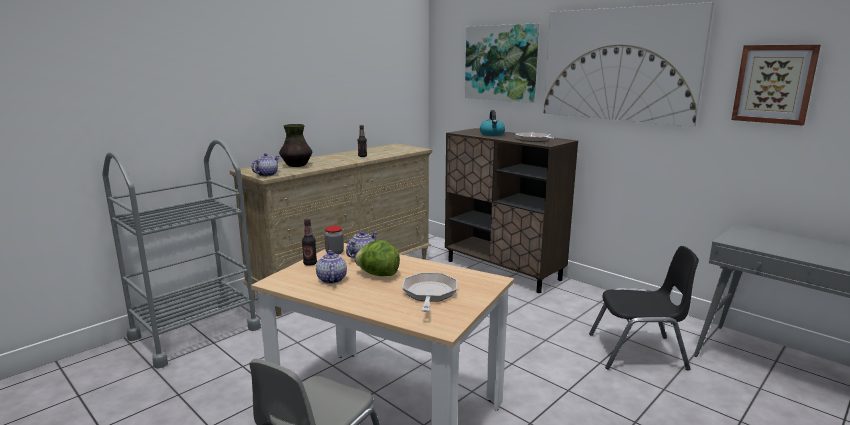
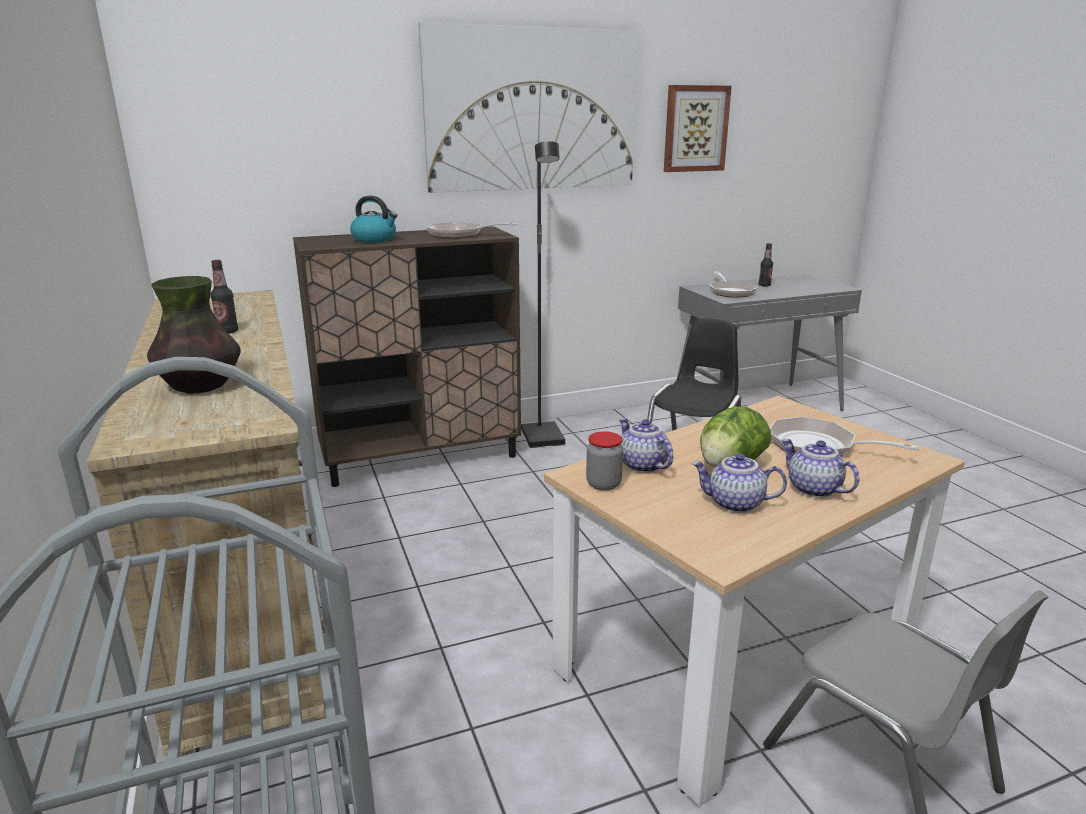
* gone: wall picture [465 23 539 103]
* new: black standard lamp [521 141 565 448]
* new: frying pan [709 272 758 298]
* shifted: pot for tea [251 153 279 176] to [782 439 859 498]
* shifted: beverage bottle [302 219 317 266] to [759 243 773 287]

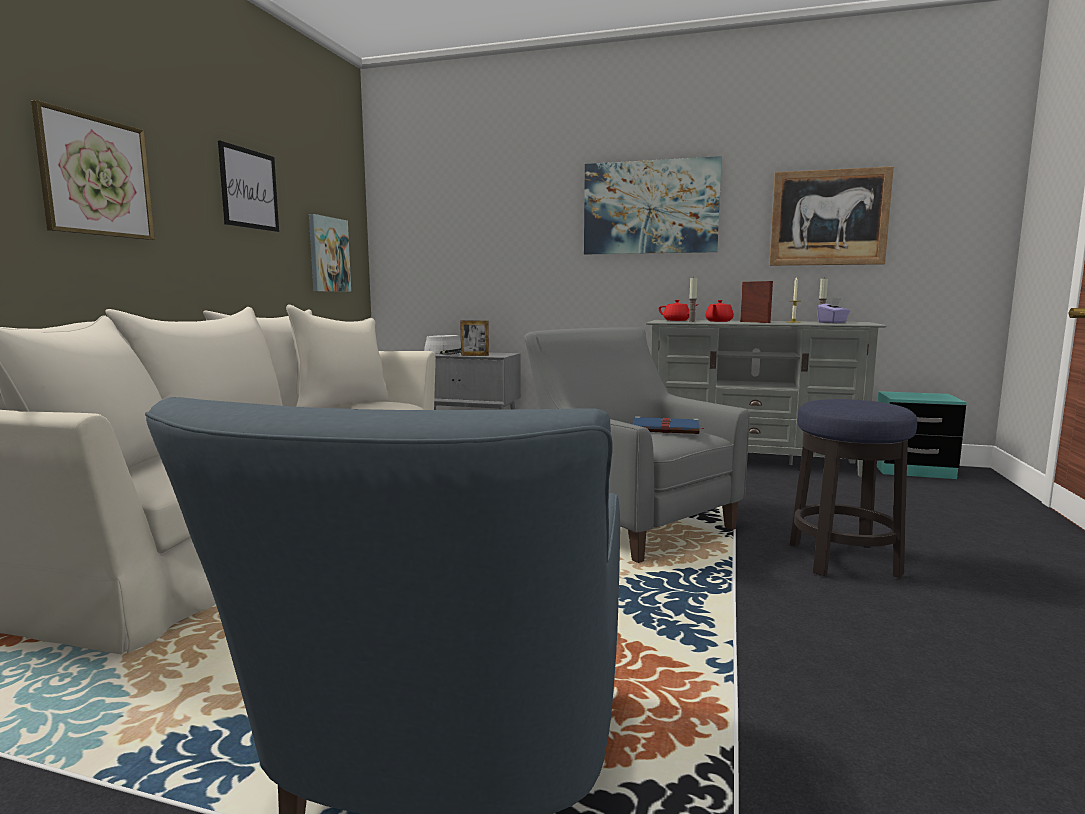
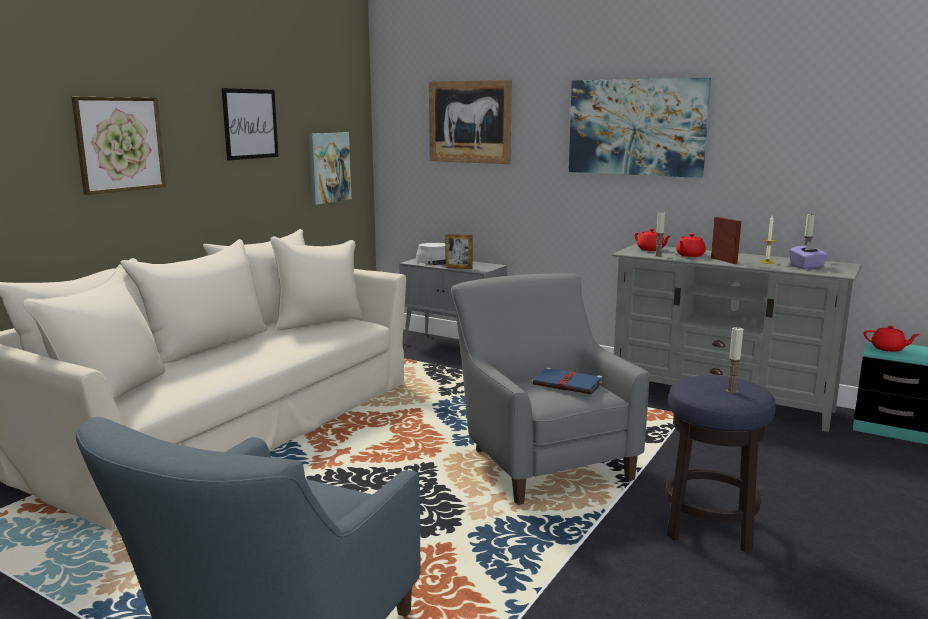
* new: wax light [726 327 743 394]
* new: red pot for tea [864 325 920 352]
* shifted: wall picture [769 166 894 266] to [429 80 512 164]

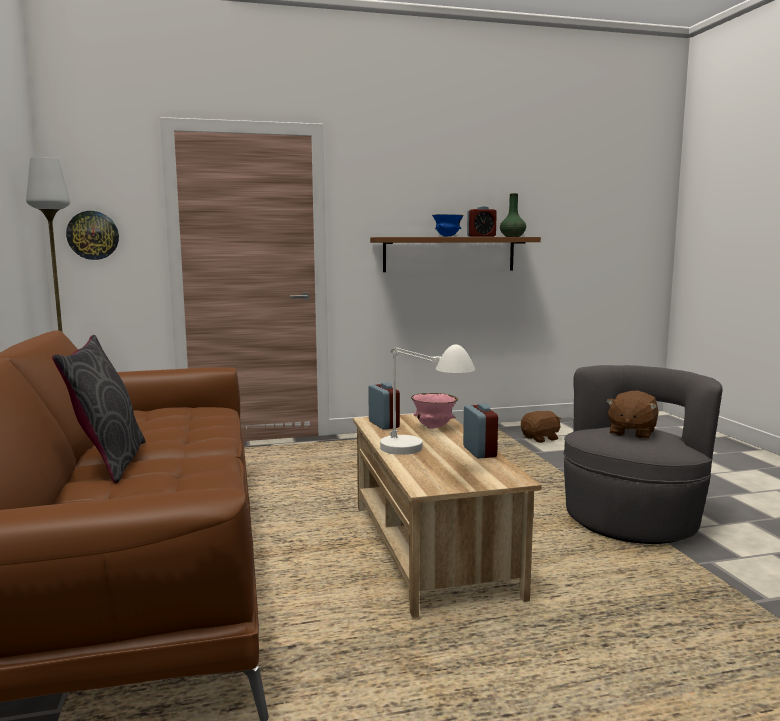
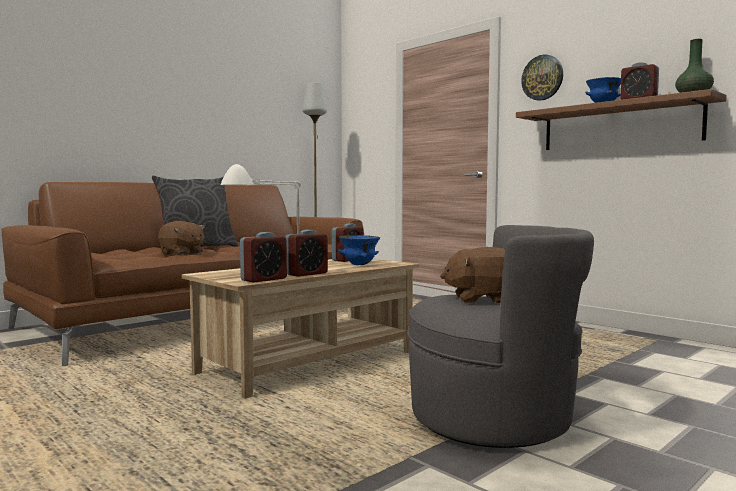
* new: alarm clock [240 232 287 283]
* shifted: clock on the wall [66 211 119 260] to [521 55 563 101]
* shifted: brownish cuddly toy [521 411 561 443] to [158 221 205 255]
* repainted: pink-coloured deep dish [411 393 458 429] to blue-coloured deep dish [338 235 380 265]

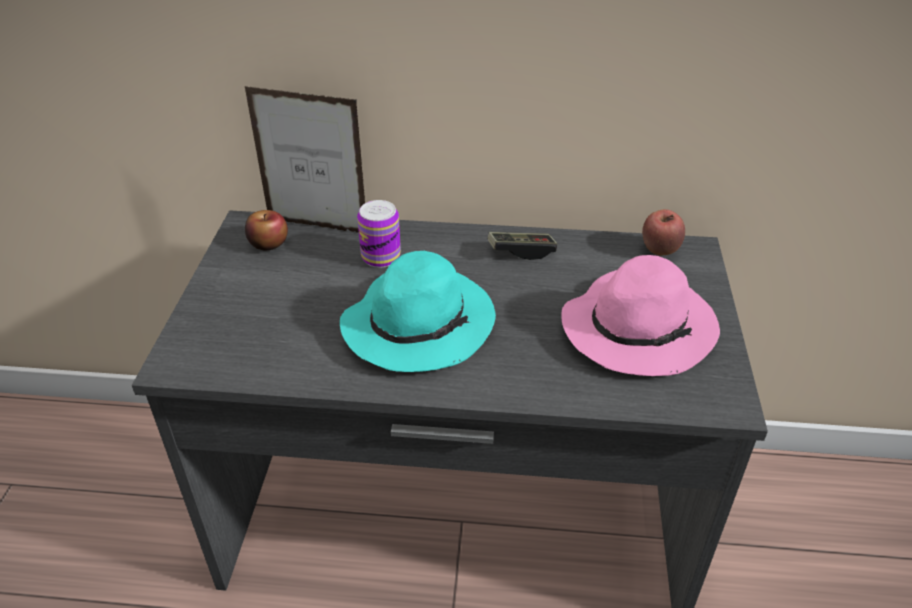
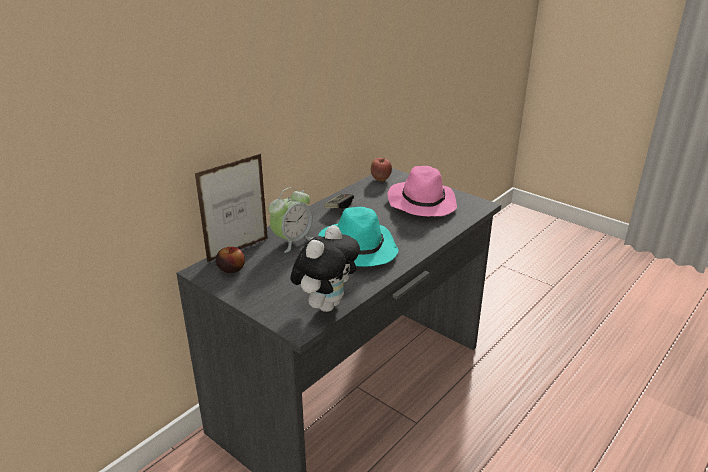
* new: cuddly toy [290 225 360 312]
* swapped: sealed can [357 200 401 268] to alarm clock [269 187 314 253]

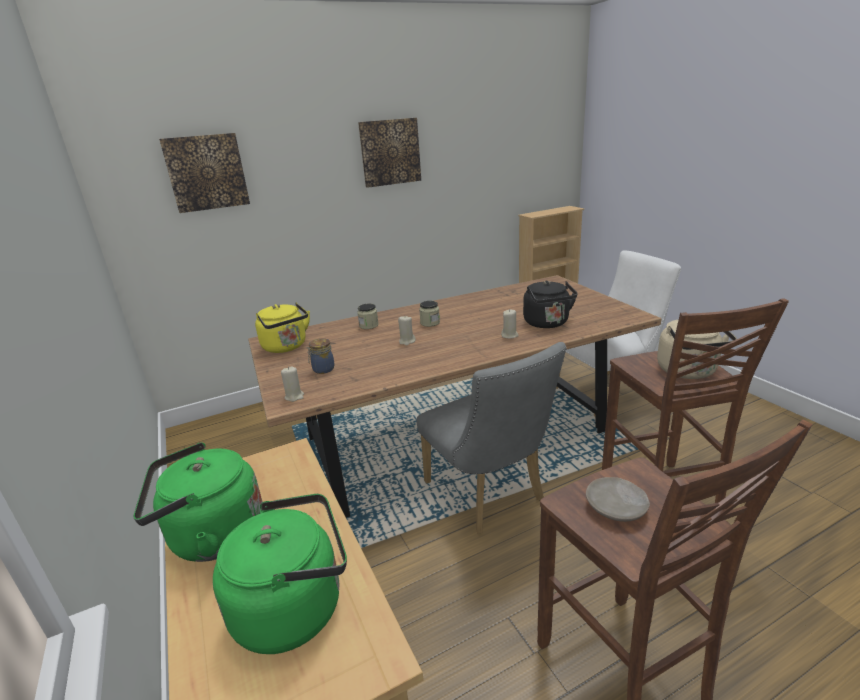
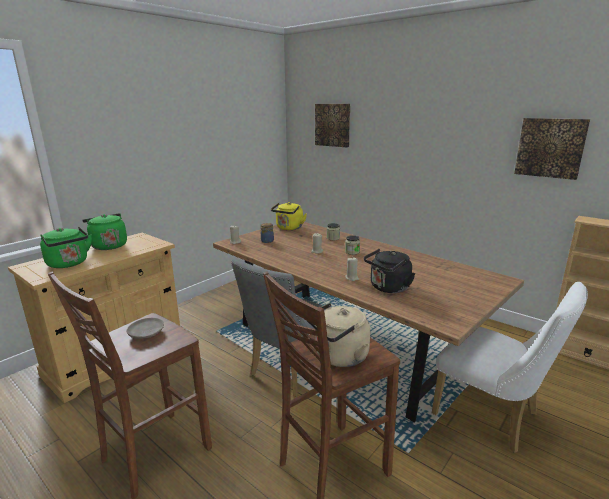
* shifted: wall picture [358 118 421 188] to [514 118 590 180]

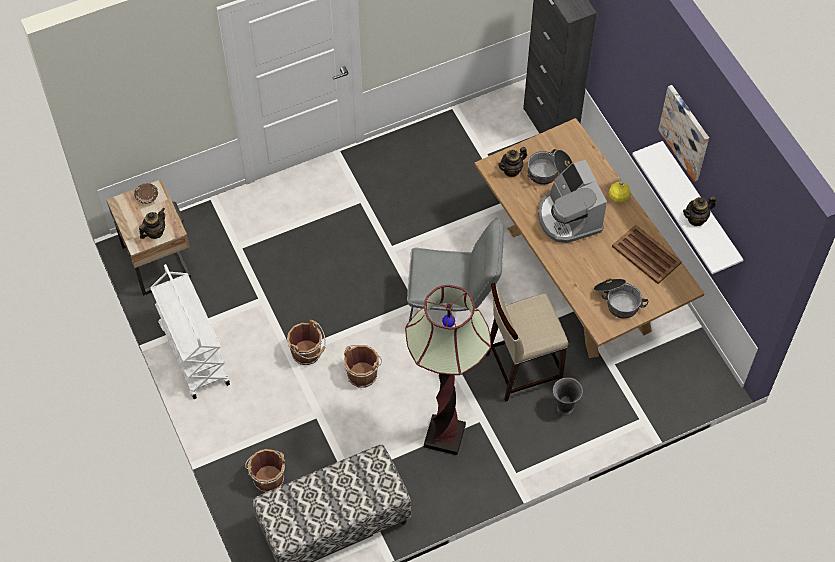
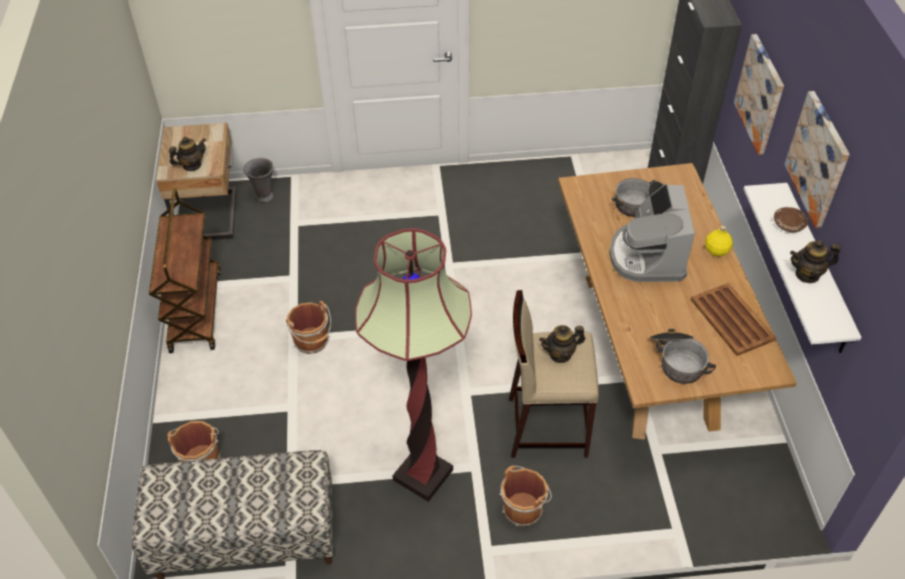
* gone: grey upright chair [407 218 504 321]
* new: wall picture [734 34 784 155]
* shifted: brownish plate [134 183 158 204] to [774 207 808 232]
* shifted: brownish pail [344 345 382 388] to [499 465 552 527]
* shifted: pot for tea [498 147 527 177] to [539 325 585 363]
* shifted: grey decorative vase [553 378 583 416] to [243 158 273 203]
* repainted: white wheeled cart [150 264 230 399] to brownish wheeled cart [149 189 221 353]

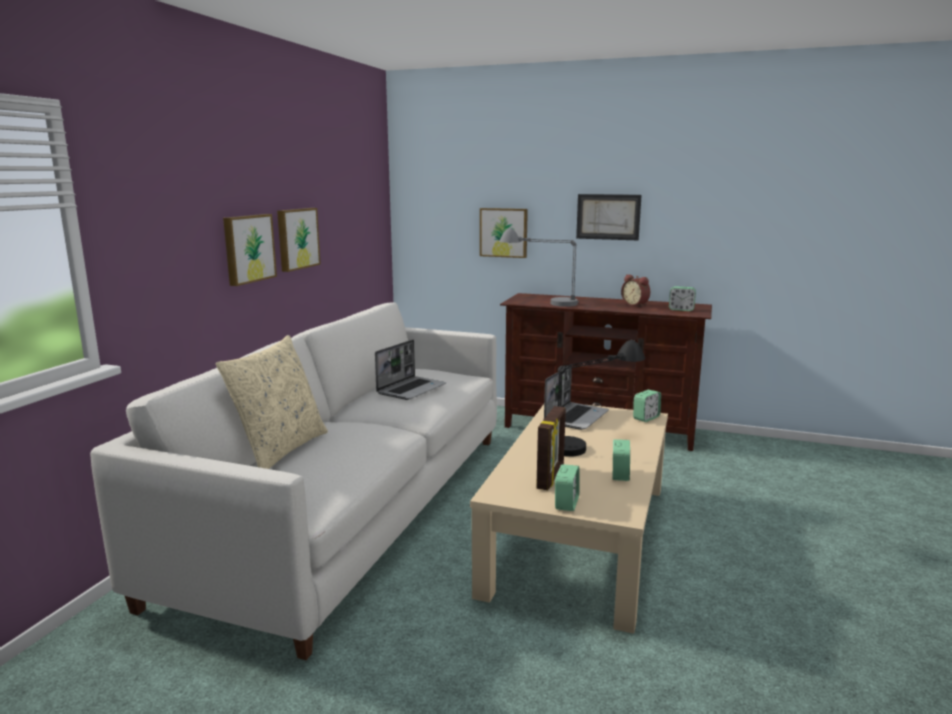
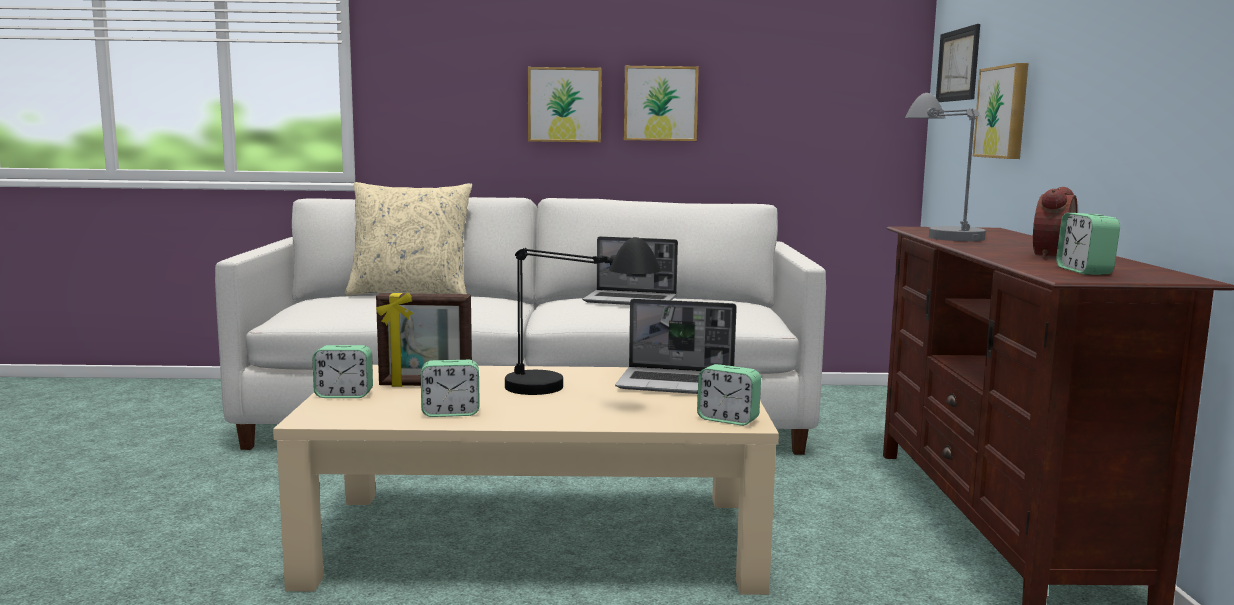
* shifted: wall picture [576 194 642 240] to [936 24 980 102]

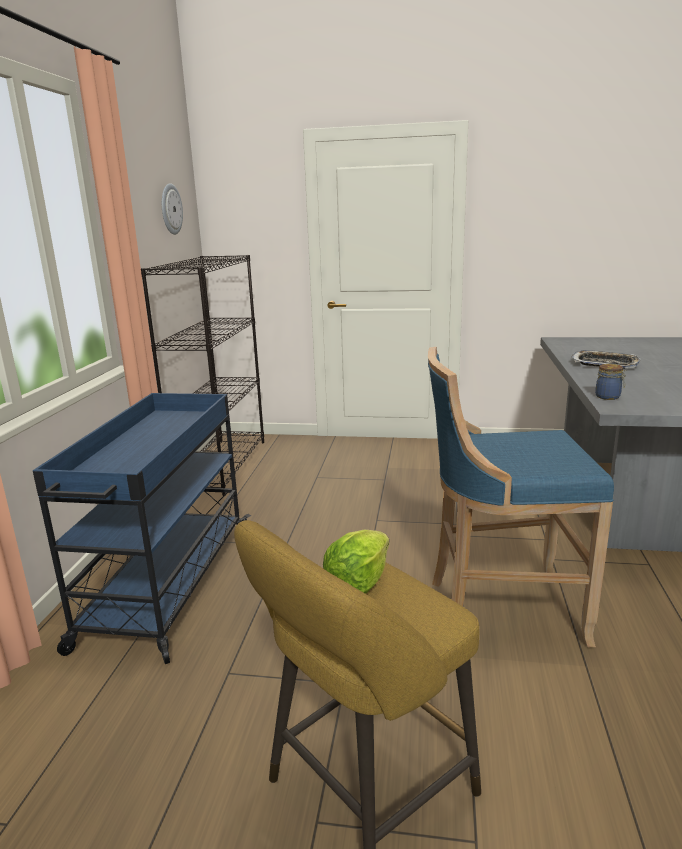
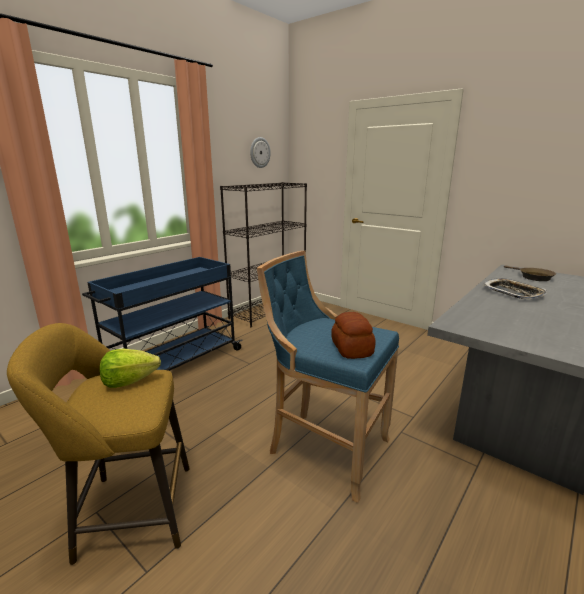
* gone: jar [595 364 626 400]
* new: baked bread [331 312 376 359]
* new: brownish frying pan [504 266 556 281]

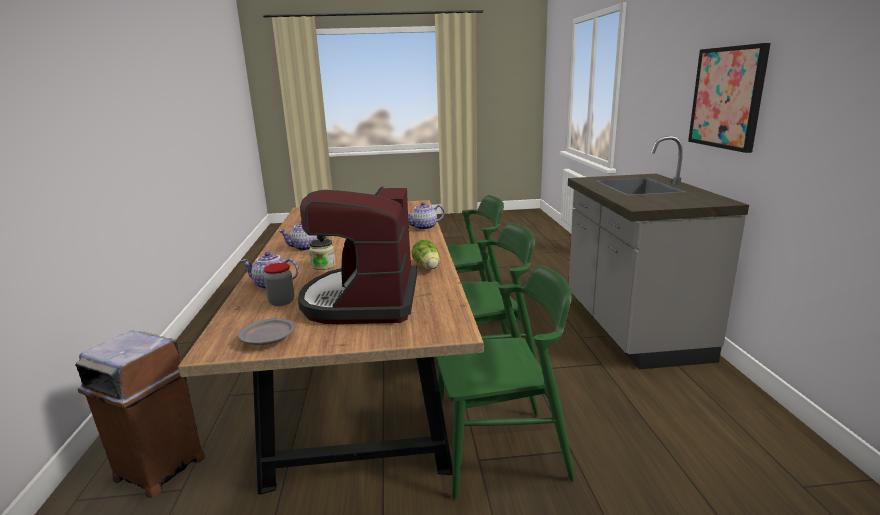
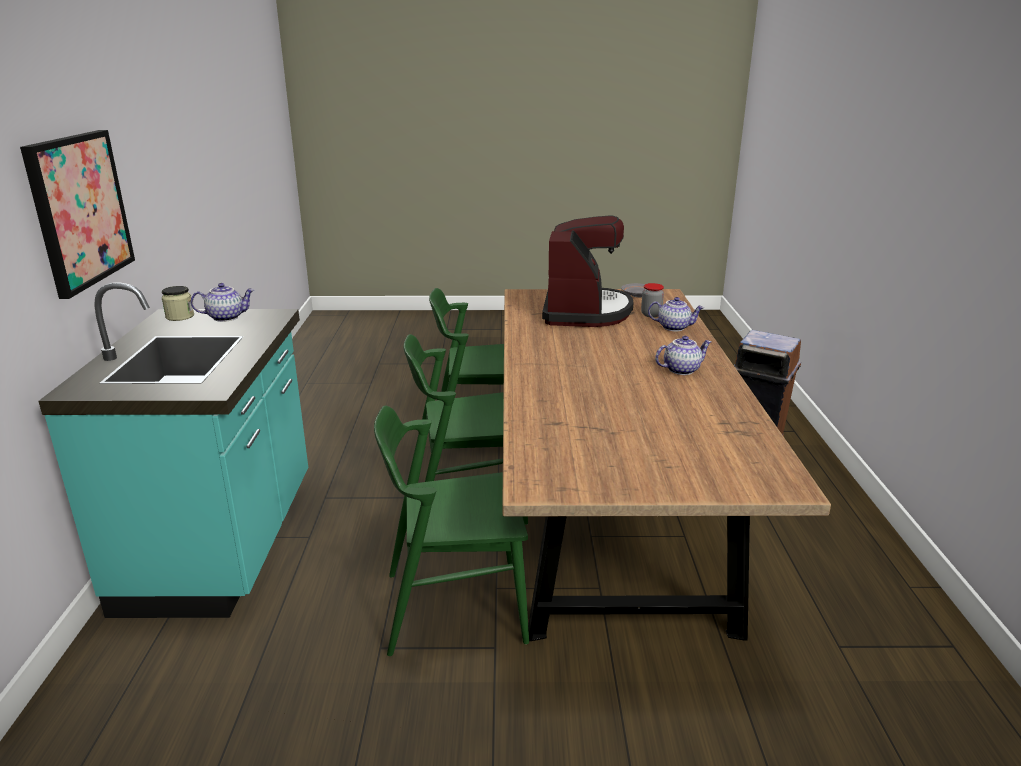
* gone: lettuce head [412 240 440 269]
* shifted: jar [309 239 336 270] to [162 286 194 321]
* shifted: pot for tea [408 202 444 230] to [191 283 254 322]
* repainted: grey kitchen base unit [568 136 749 369] to turquoise-coloured kitchen base unit [38 282 308 618]

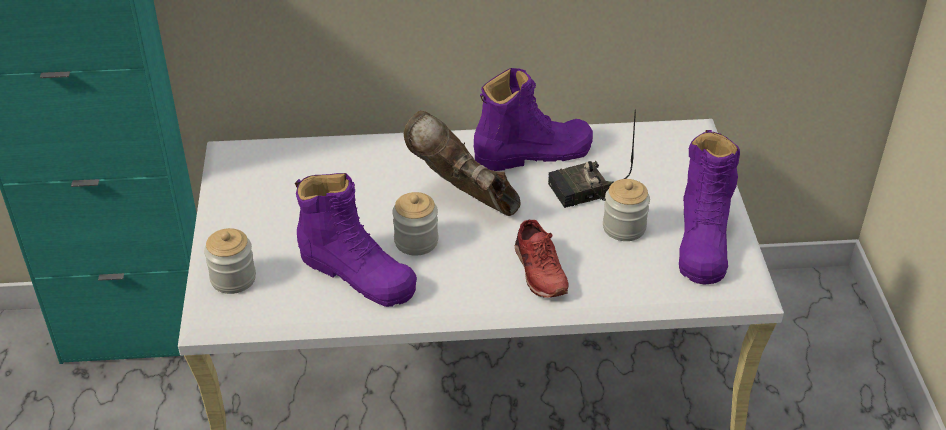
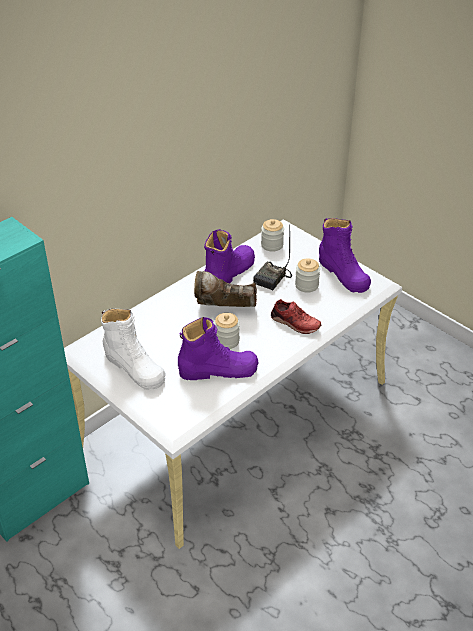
* new: white boot [101 309 166 390]
* shifted: jar [204 228 256 294] to [261 219 284 252]

